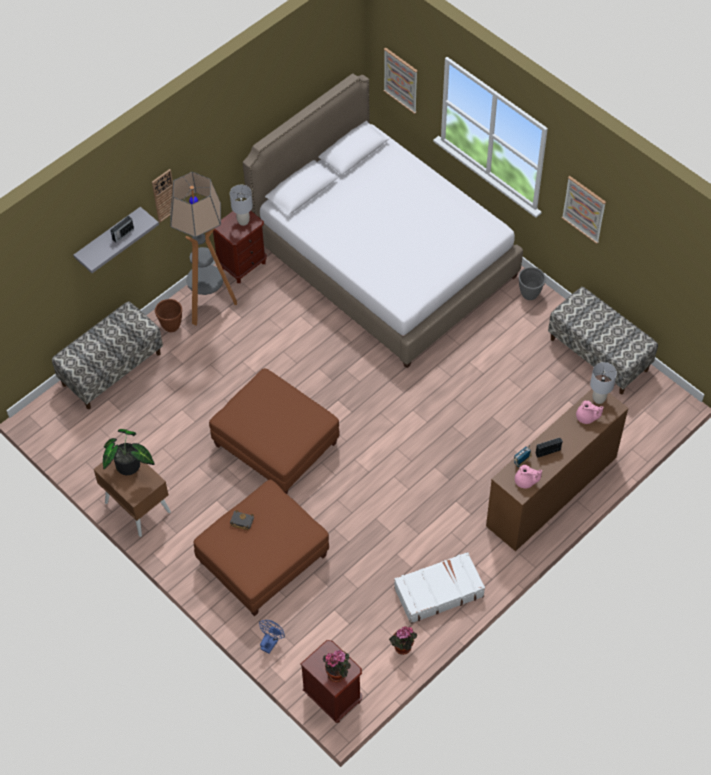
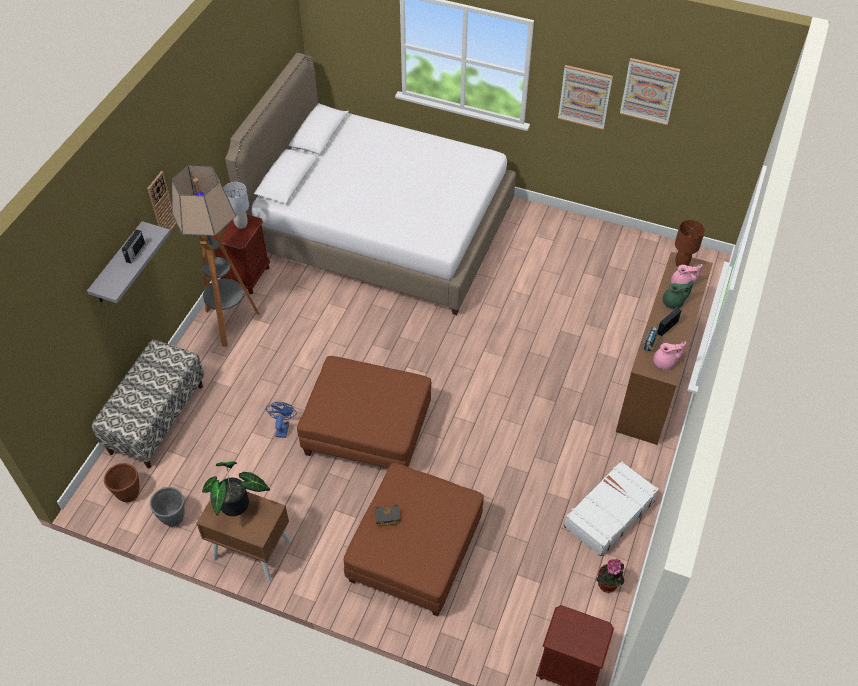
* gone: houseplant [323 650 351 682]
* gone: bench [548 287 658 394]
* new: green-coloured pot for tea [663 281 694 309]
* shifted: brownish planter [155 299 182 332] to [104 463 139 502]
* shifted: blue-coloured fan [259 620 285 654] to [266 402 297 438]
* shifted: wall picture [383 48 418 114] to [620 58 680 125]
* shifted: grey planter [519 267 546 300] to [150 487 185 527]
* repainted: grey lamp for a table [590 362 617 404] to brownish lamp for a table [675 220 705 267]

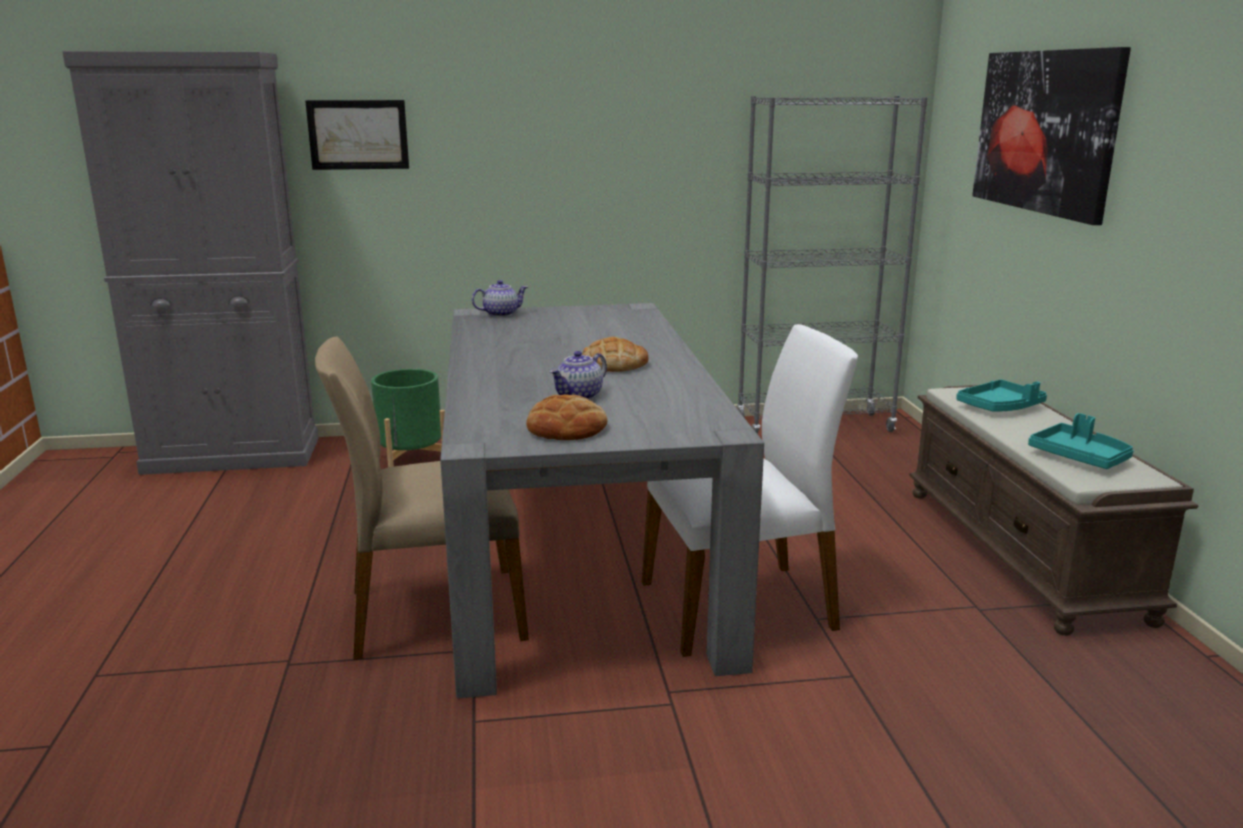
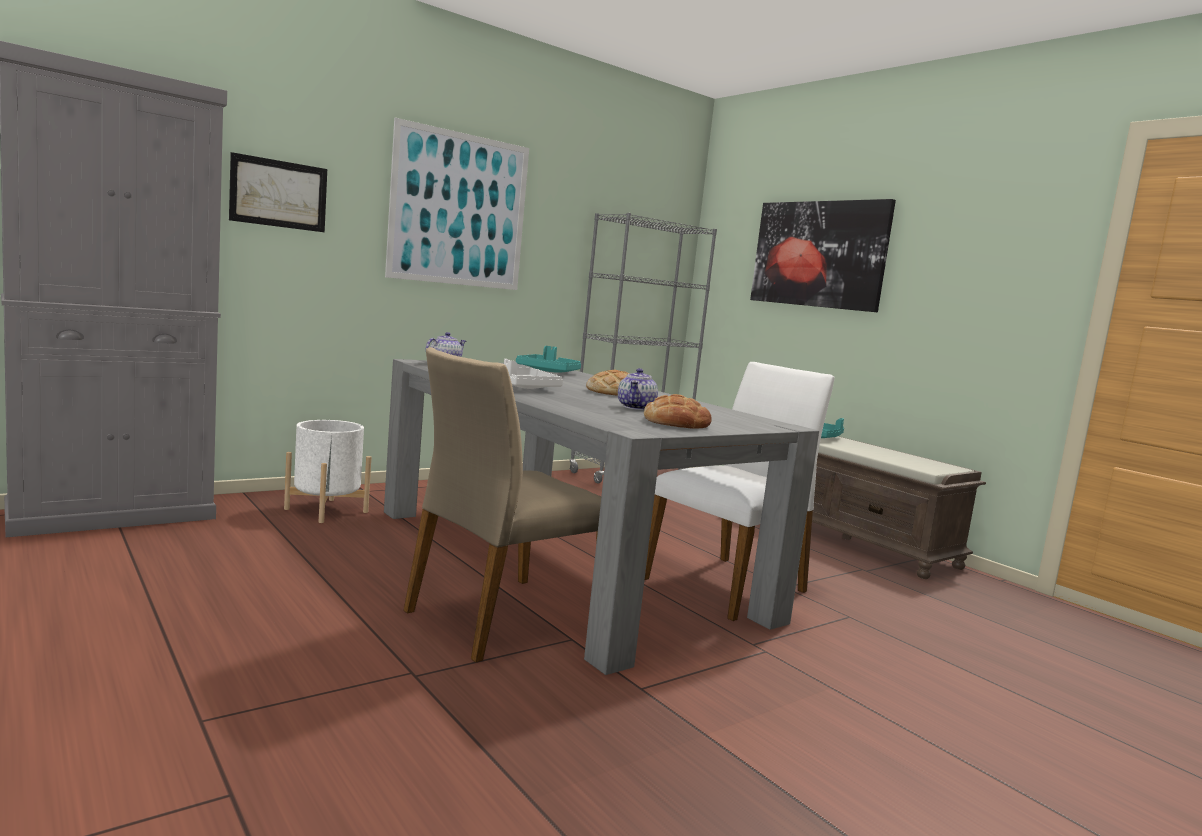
* new: wall picture [385 118 529 290]
* new: white tray [504 359 563 389]
* shifted: turquoise-coloured tray [1028 413 1134 469] to [516 346 581 372]
* repainted: green-coloured planter [371 369 445 467] to white planter [284 420 371 523]

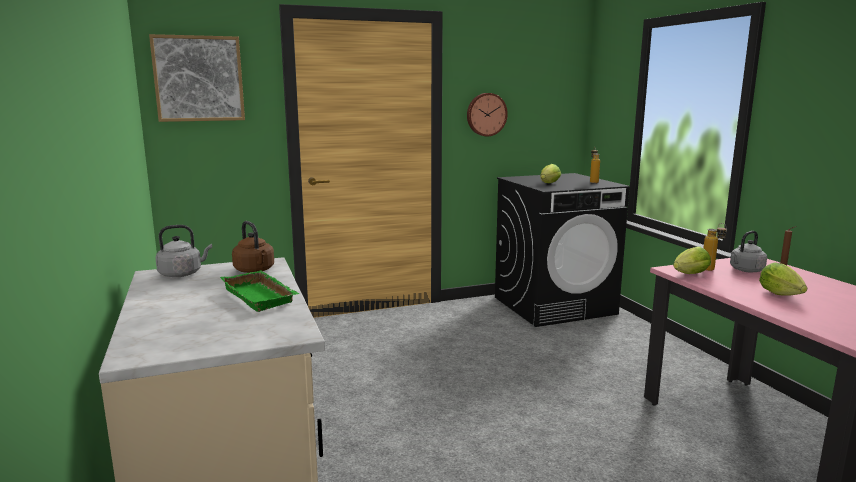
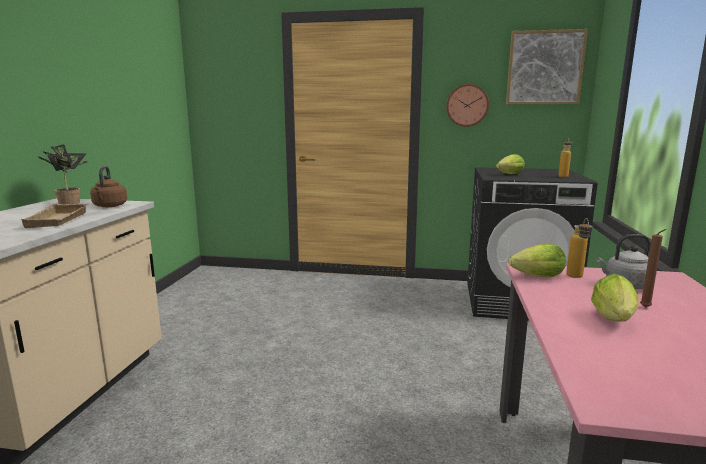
* shifted: wall picture [149 34 245 122] to [506 29 588 104]
* swapped: grey water kettle [156 225 212 277] to houseplant [37 144 87 205]
* repainted: green-coloured tray [220 270 299 312] to beige-coloured tray [19 203 90 228]

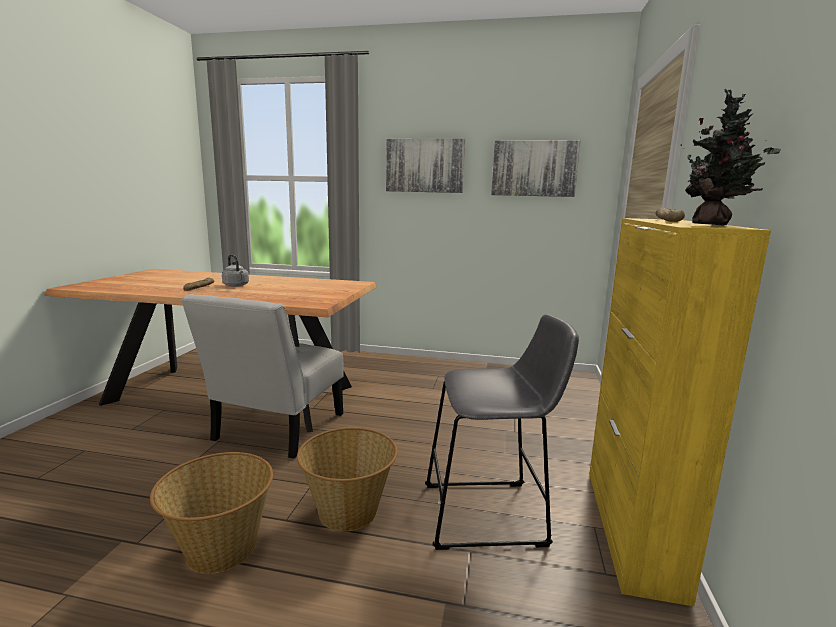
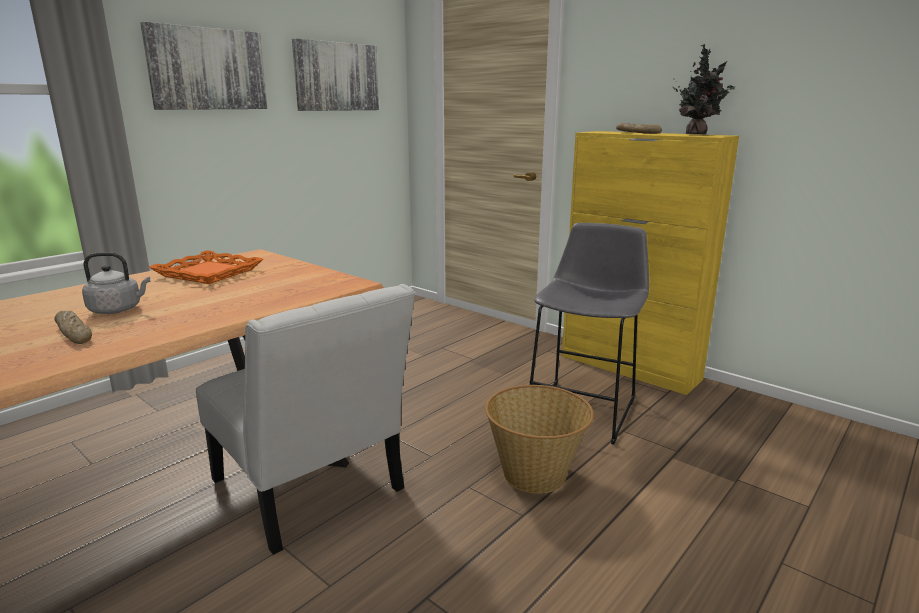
* gone: basket [150 452 273 574]
* new: orangey tray [149 250 263 284]

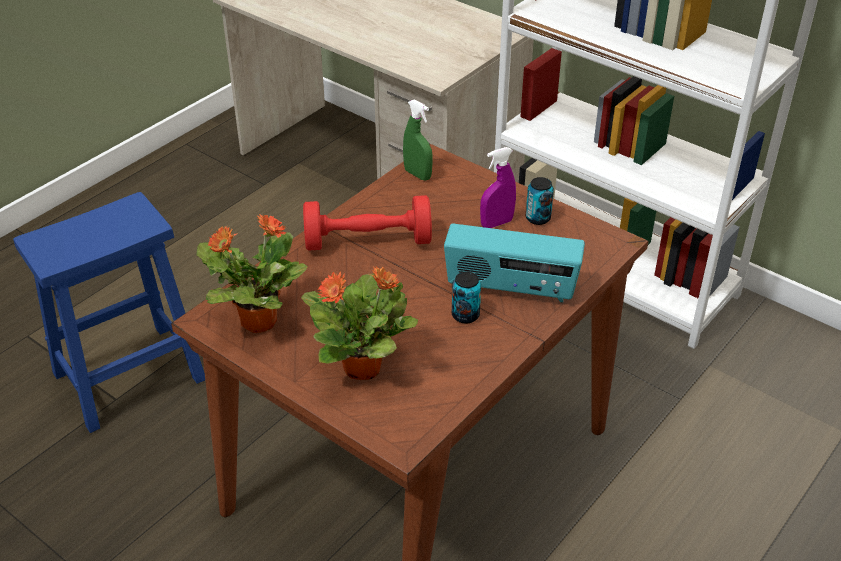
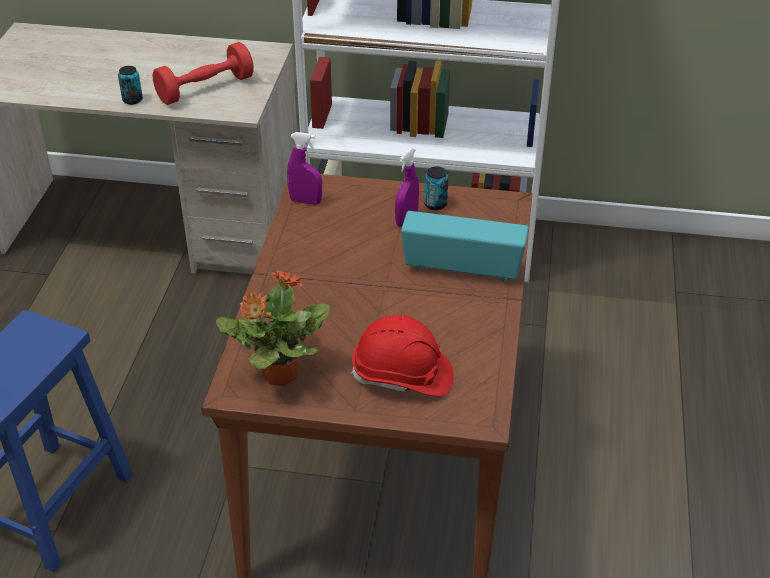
* shifted: red dumbbell [303 195 432 251] to [152 42 254 105]
* shifted: sealed can [452 272 481 324] to [118 66 143 105]
* swapped: houseplant [301 266 418 380] to red hard hat [351 315 454 396]
* repainted: green-coloured hand sprayer [403 100 433 181] to purple hand sprayer [287 132 322 205]
* rotated: radio receiver [444 224 585 303] = [401 211 529 282] 150 degrees counterclockwise

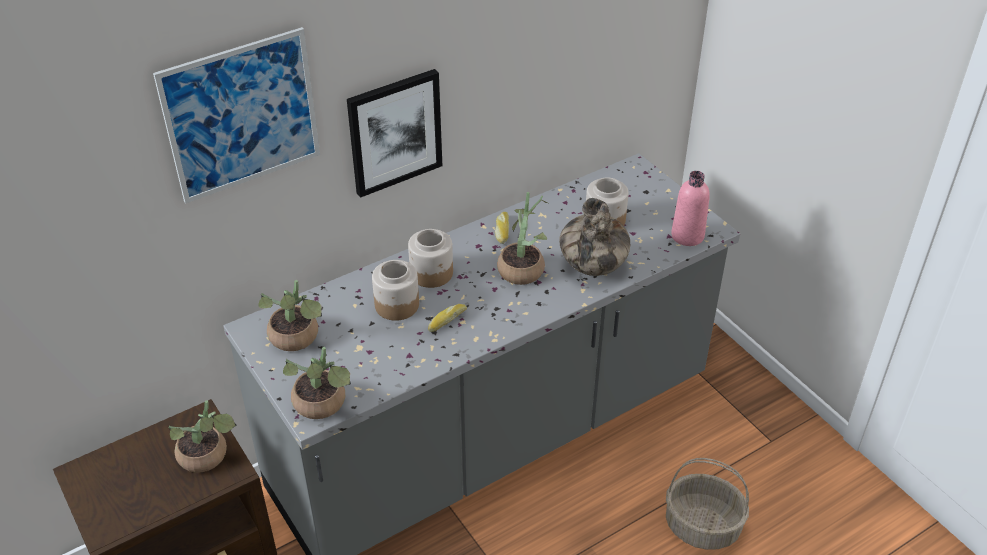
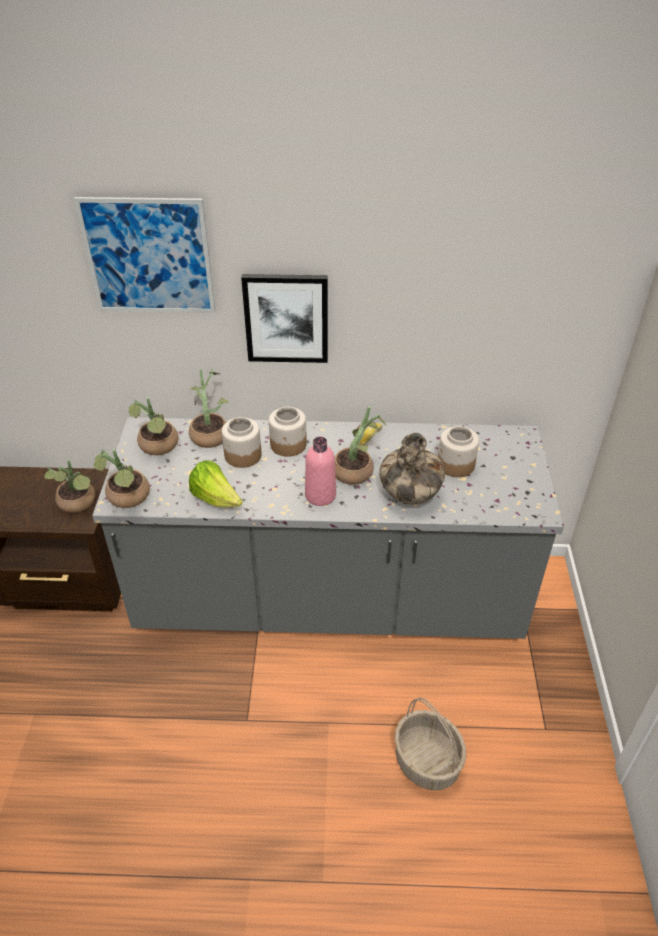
* gone: baked bread [428 304 467 332]
* new: houseplant [189 369 228 448]
* new: lettuce head [189 460 243 507]
* shifted: pink-coloured beverage bottle [671 171 710 246] to [305 437 336 506]

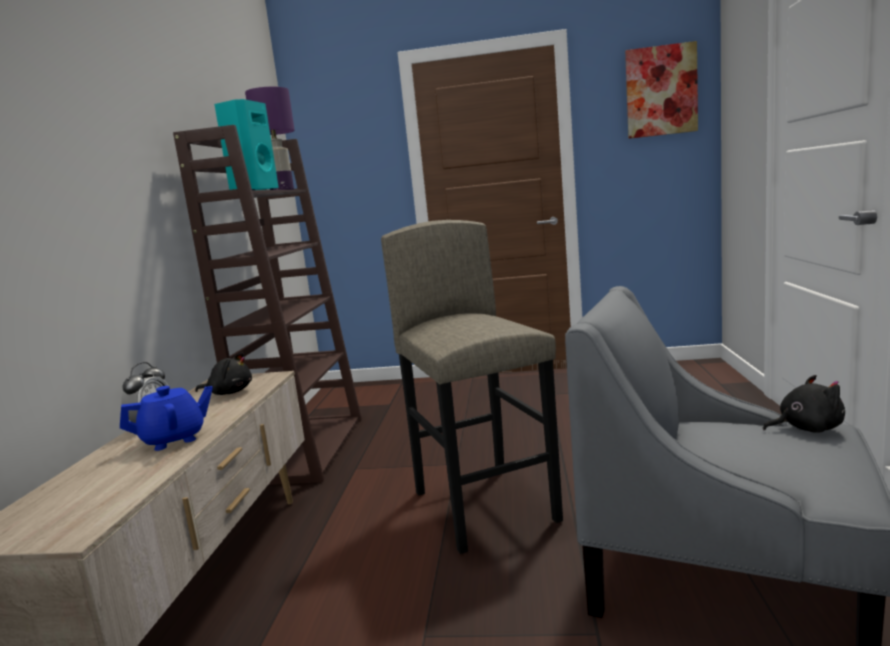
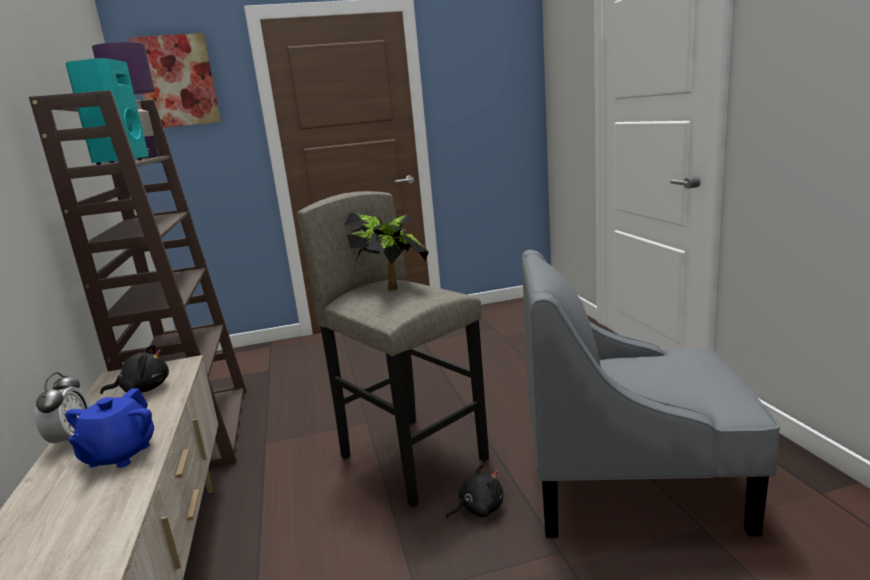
* new: houseplant [344 213 429 291]
* shifted: wall picture [625 41 698 139] to [129 33 221 128]
* shifted: black cuddly toy [763 375 845 433] to [445 464 504 519]
* rotated: blue-coloured pot for tea [120 386 213 451] = [65 388 154 468] 150 degrees clockwise

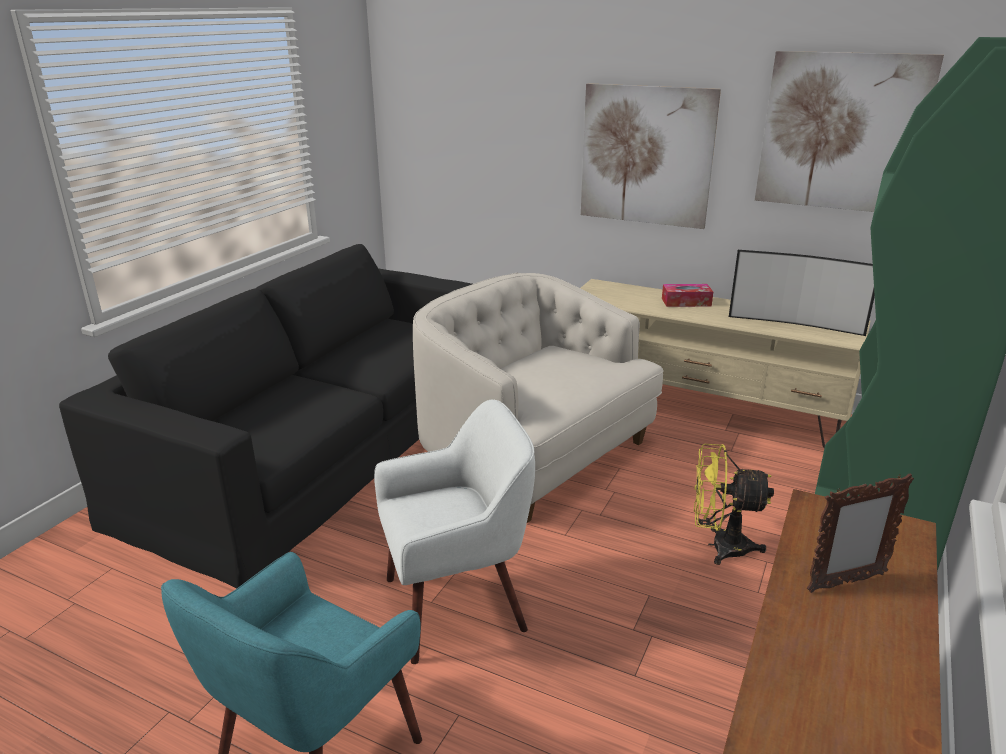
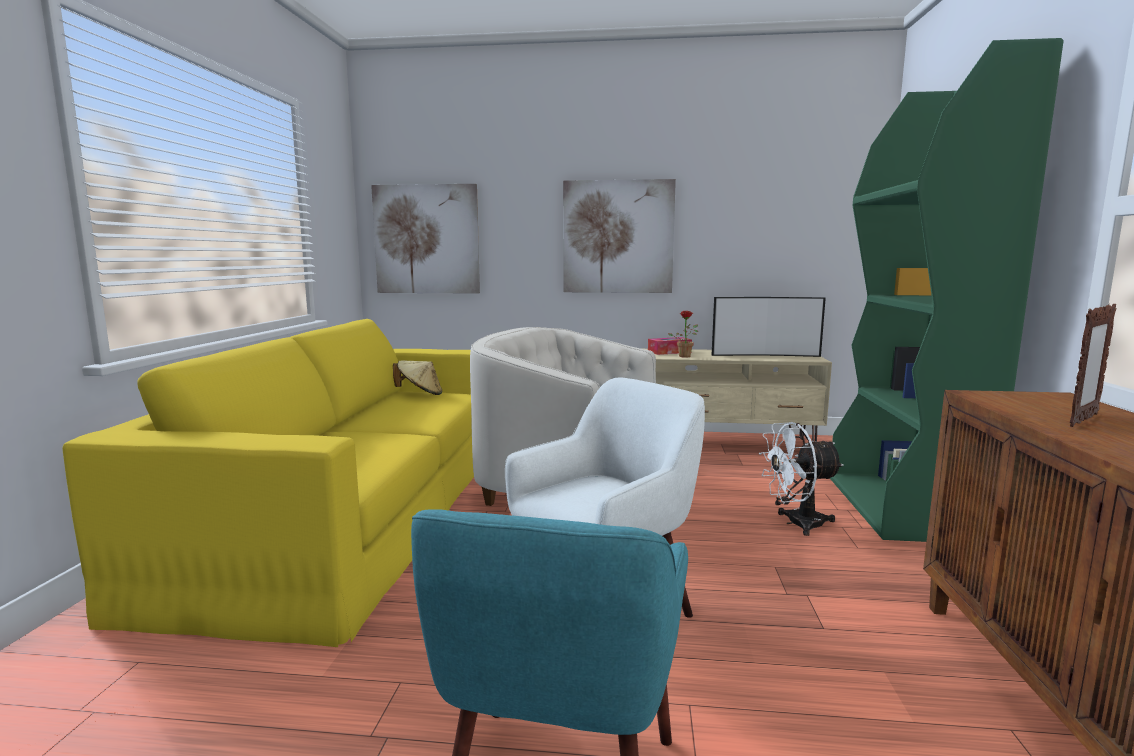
* new: beige-coloured clothing hat [393 360 442 395]
* new: houseplant [668 311 698 357]
* shifted: wall picture [755 51 944 212] to [371 184 480 294]
* repainted: black settee [59 244 472 588] to yellowish settee [62 319 474 647]
* repainted: yellowish fan [694 444 774 565] to white fan [759 422 844 536]

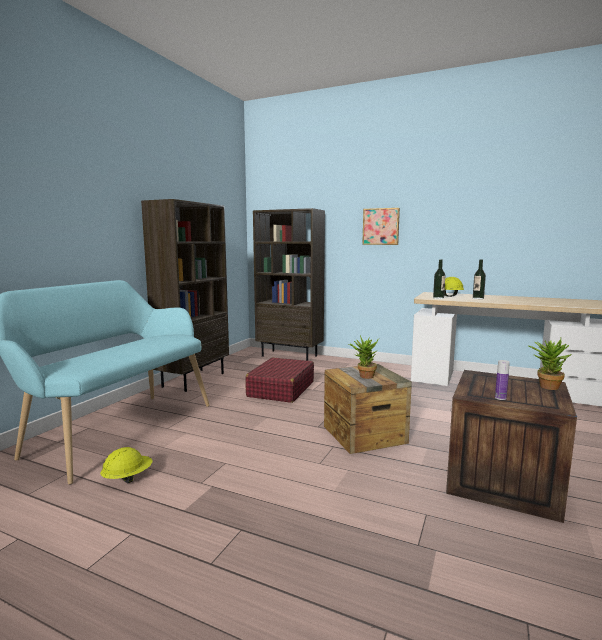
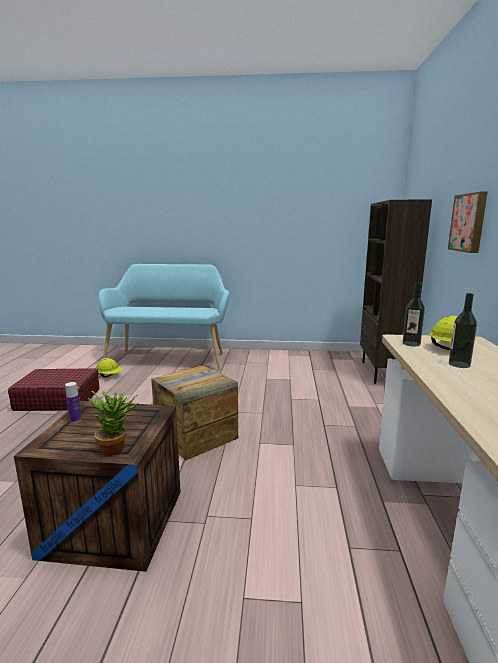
* gone: brownish bookshelf [141 199 229 392]
* gone: houseplant [348 335 379 379]
* shifted: red travel case [245 357 314 403] to [8 368 99 411]

